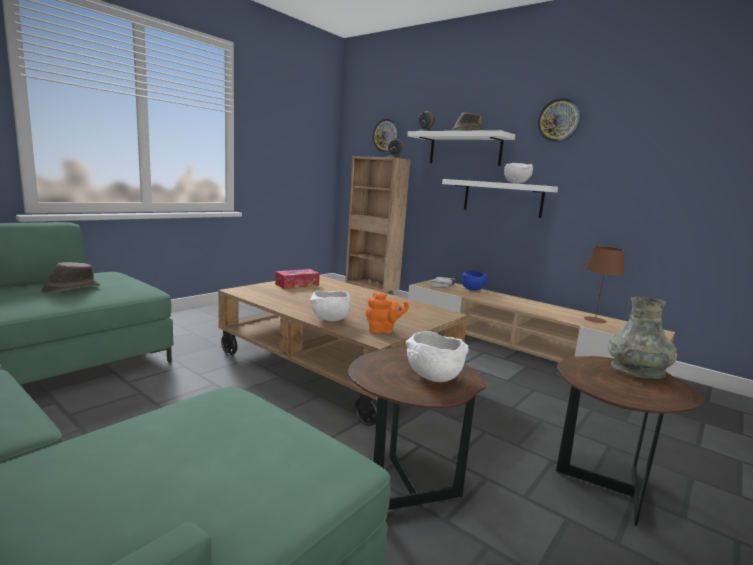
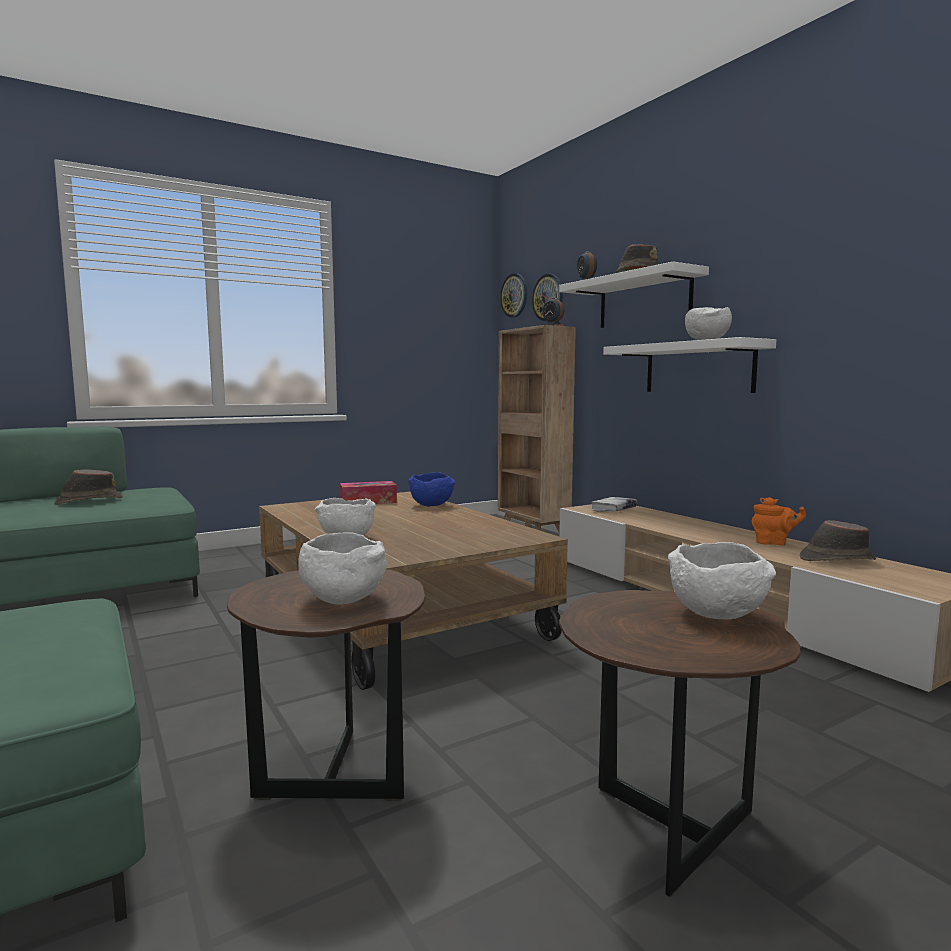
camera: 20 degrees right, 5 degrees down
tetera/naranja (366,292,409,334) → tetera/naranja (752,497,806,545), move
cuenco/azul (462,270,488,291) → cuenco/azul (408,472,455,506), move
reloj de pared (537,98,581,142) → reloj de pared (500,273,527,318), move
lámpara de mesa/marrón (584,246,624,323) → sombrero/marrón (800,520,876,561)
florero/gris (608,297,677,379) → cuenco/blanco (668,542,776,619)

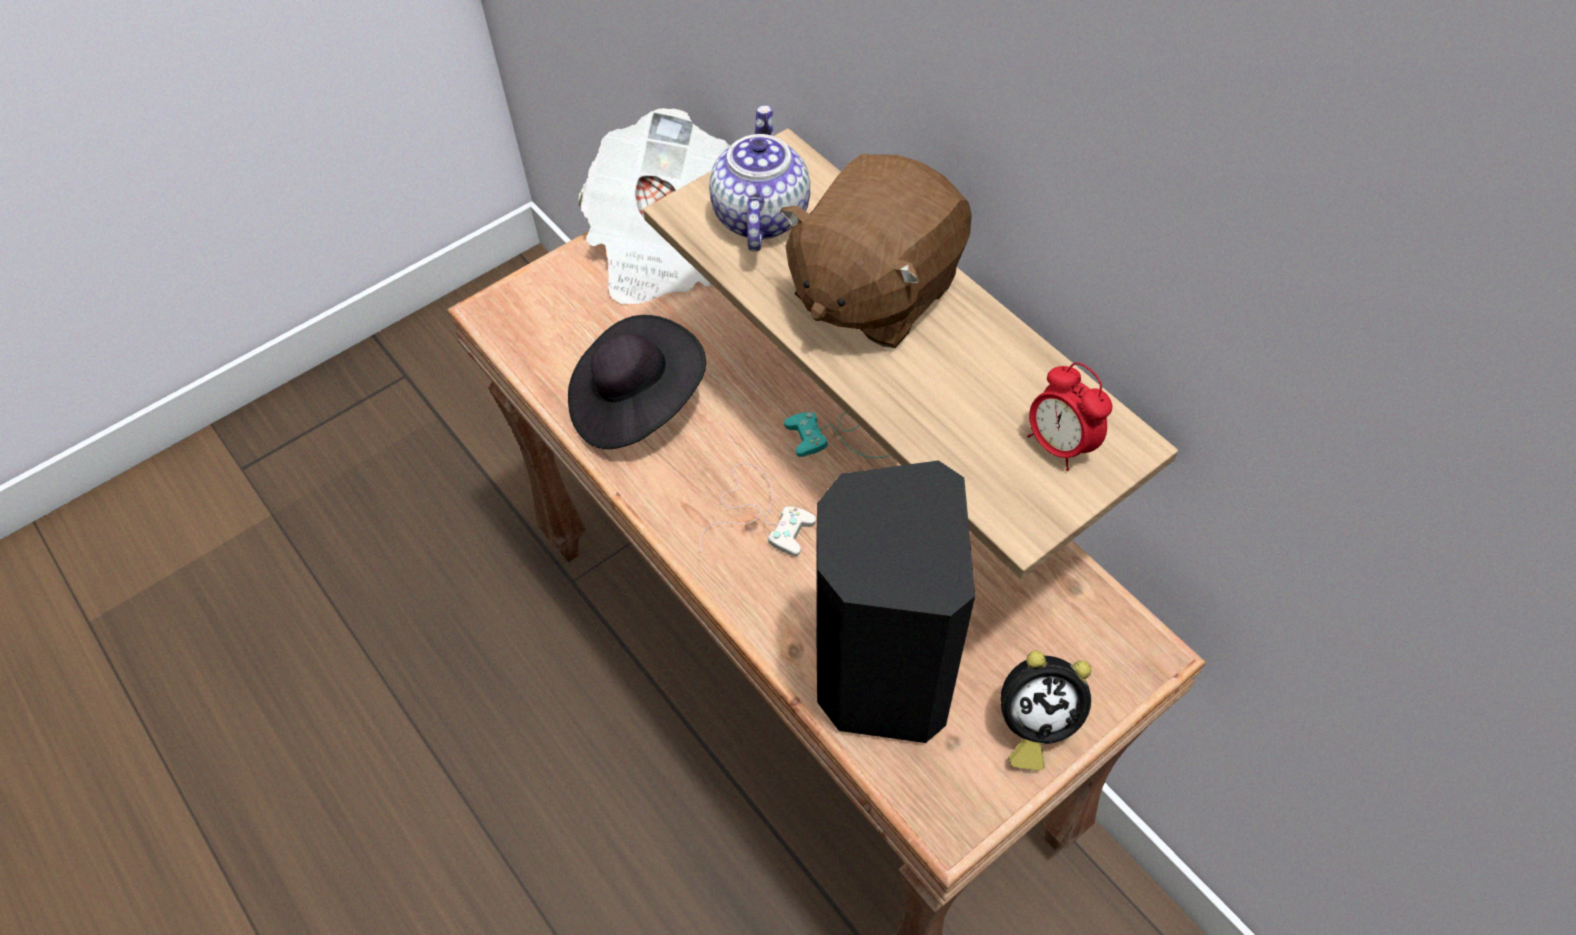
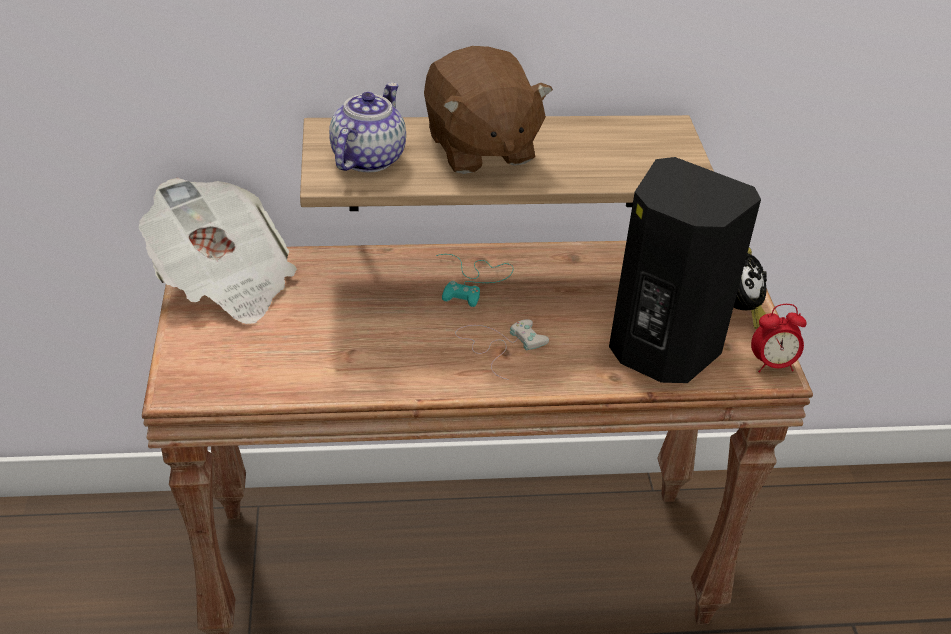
camera: 60 degrees left, 15 degrees down
sombrero/negro (568,315,706,449) → -
tetera (709,105,810,251) → tetera (329,82,406,172), 75 degrees clockwise
despertador (1027,362,1112,471) → despertador (751,304,807,373), move

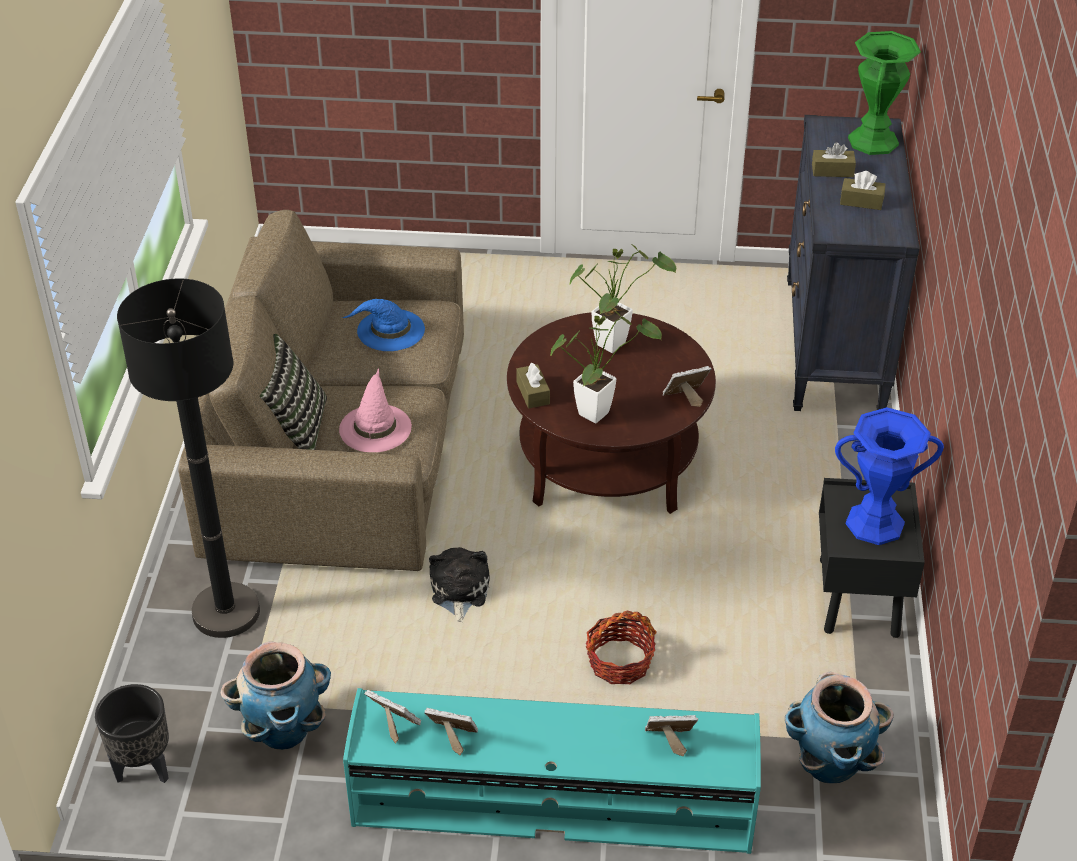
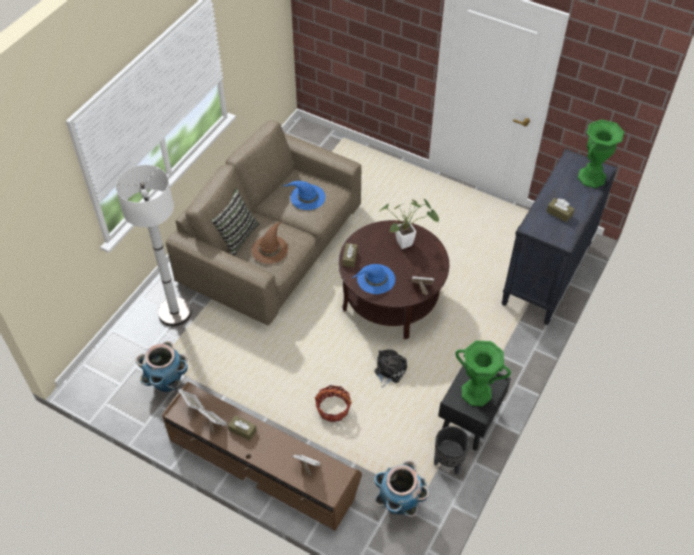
camera: 25 degrees right, 10 degrees up
maceta/negro (95,684,169,783) → maceta/negro (434,426,470,475), move
lámpara de pie/negro (117,278,260,638) → lámpara de pie/blanco (116,165,191,326)
sombrero/rosa (339,368,412,452) → sombrero/marrón (251,220,288,264)
mueble de televisión/turquesa (343,688,761,854) → mueble de televisión/marrón (162,382,362,531)
peluche (429,547,490,622) → peluche (375,349,407,388), move
planta en maceta (550,310,662,423) → sombrero/azul (351,264,395,294)
caja de pañuelos/marrón (812,142,856,177) → caja de pañuelos/marrón (228,415,257,441), move
florero/azul (835,407,944,545) → florero/verde (455,341,511,406)

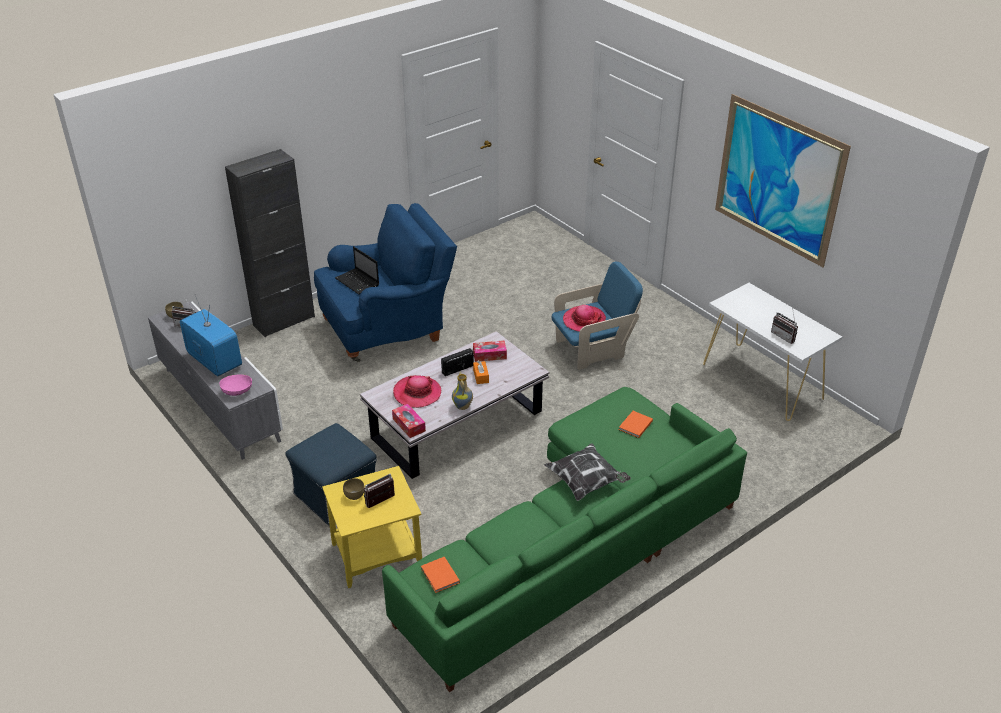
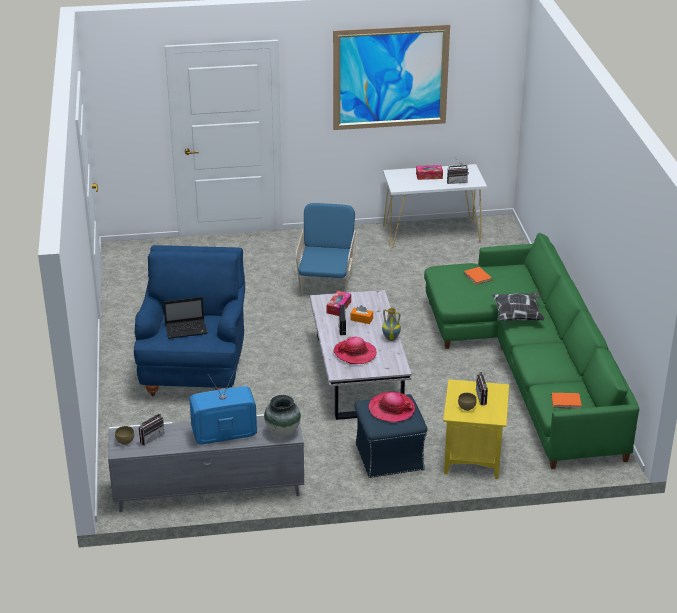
camera: 60 degrees left, 5 degrees down
cuenco/rosa (219,374,252,396) → florero (264,395,301,437)
armario/negro (225,149,315,337) → -
caja de pañuelos (392,404,426,438) → caja de pañuelos (416,165,443,180), move
sombrero (563,305,606,332) → sombrero (369,392,415,423), move

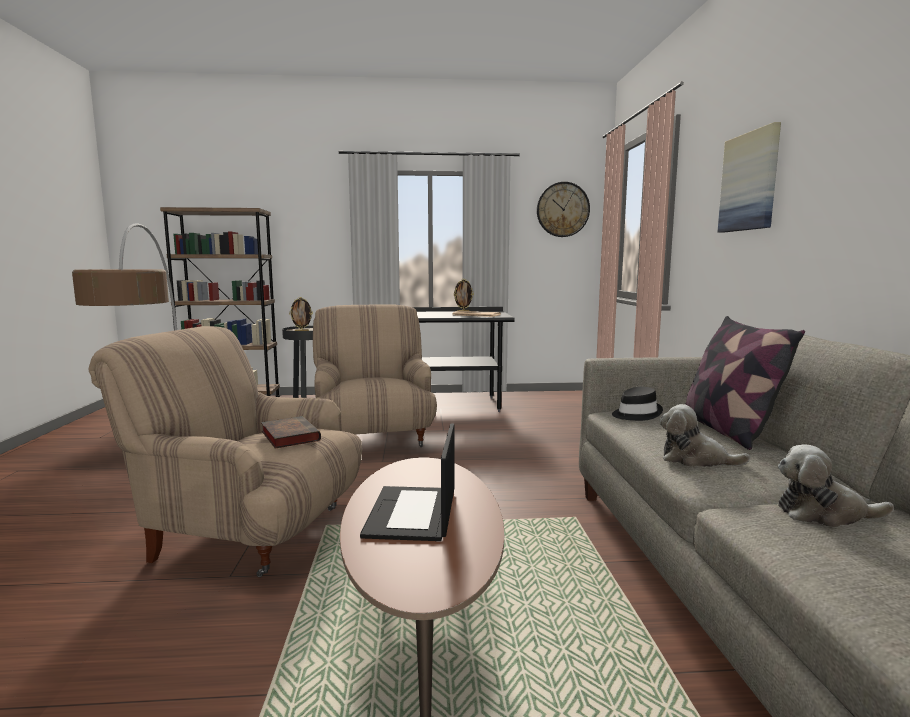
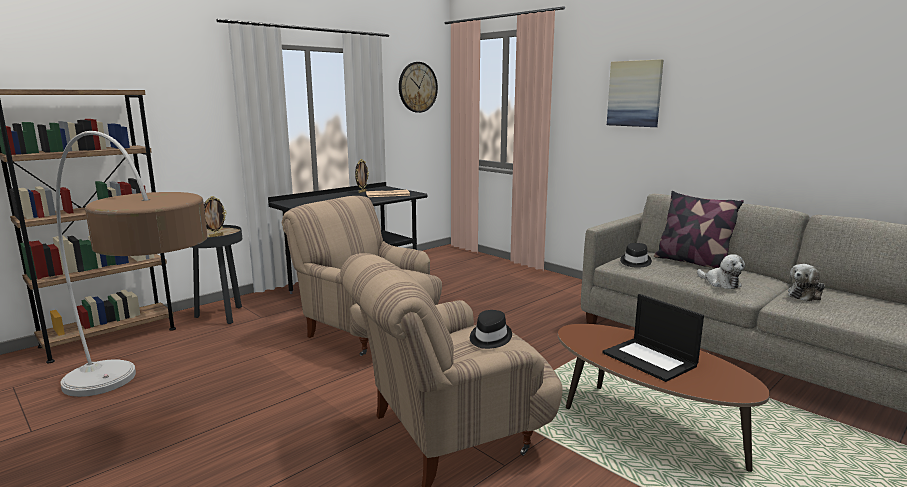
camera: 40 degrees left, 5 degrees up
libro (261,416,321,449) → sombrero/negro (470,310,512,349)
peluche (660,404,751,467) → peluche (697,254,745,289), 105 degrees counterclockwise

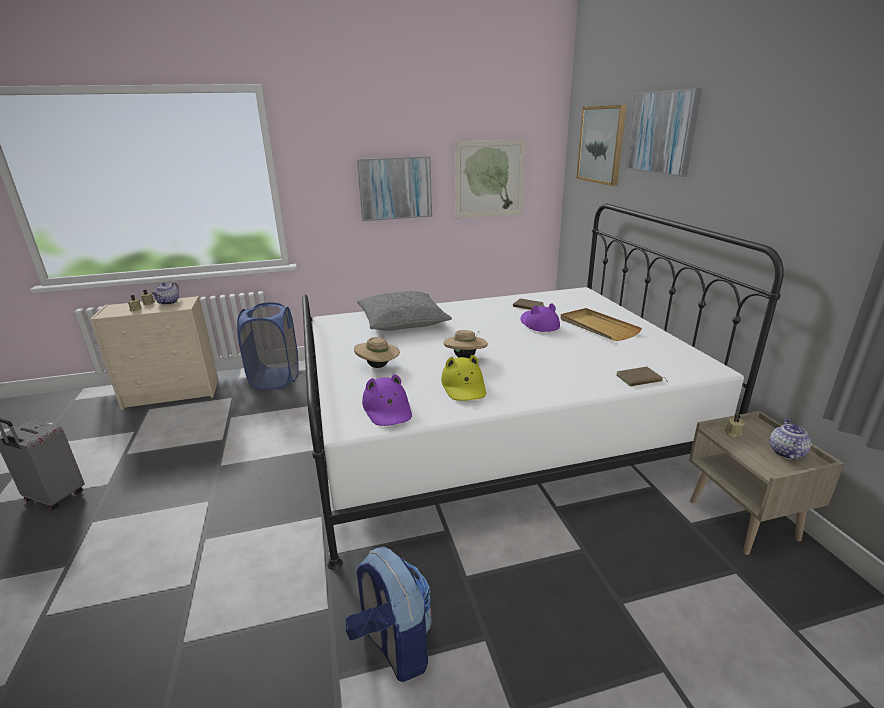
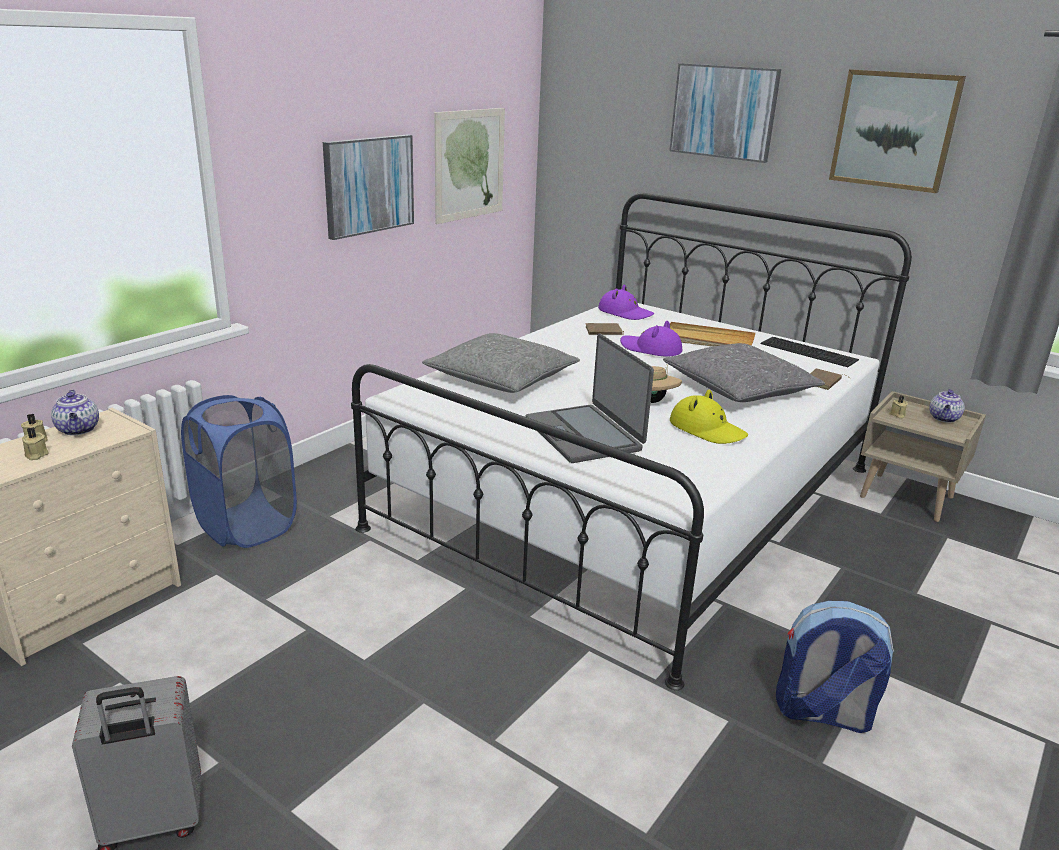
camera: 40 degrees left, 0 degrees up
sombrero/beis (354,337,400,368) → portátil (525,334,654,463)
sombrero/morado (362,374,412,426) → sombrero/morado (598,285,654,320), move
cuadro (576,105,627,186) → cuadro (829,69,966,193), move
tetera (770,418,811,460) → tetera (929,389,965,423), 135 degrees counterclockwise
- → cojín/gris (663,343,825,402)
- → teclado (761,337,859,367)

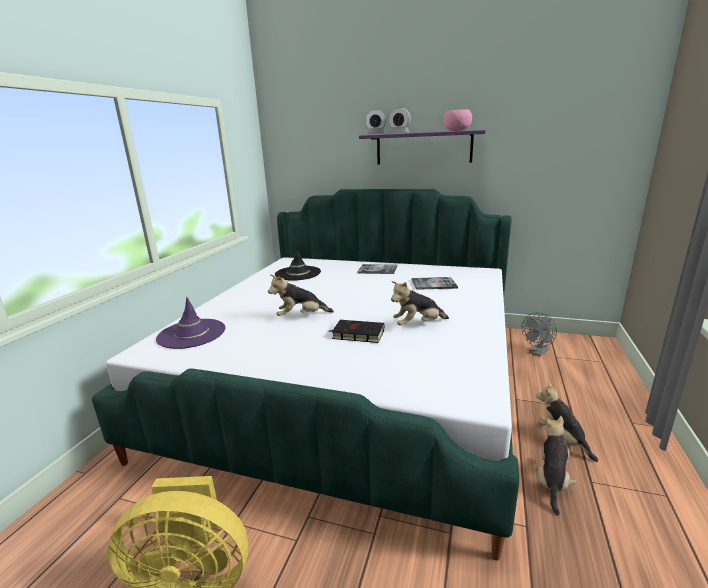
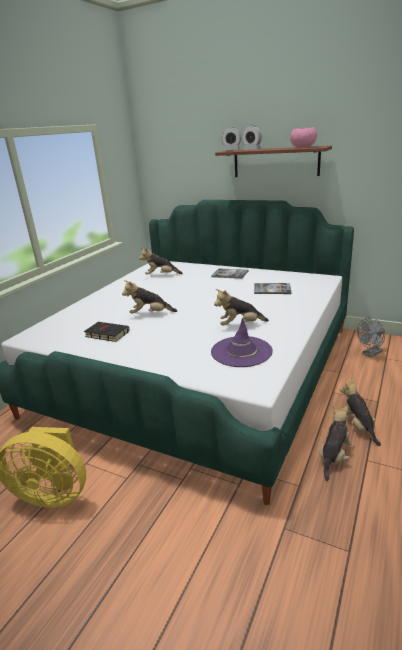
camera: 10 degrees right, 5 degrees up
sombrero/morado (156,297,225,349) → sombrero/morado (211,318,273,367), move
sombrero/negro (275,247,321,281) → peluche (139,248,183,275)
libro/negro (328,320,384,343) → libro/negro (84,322,129,342), move
estante/morado (359,130,486,165) → estante/marrón (215,146,332,177)

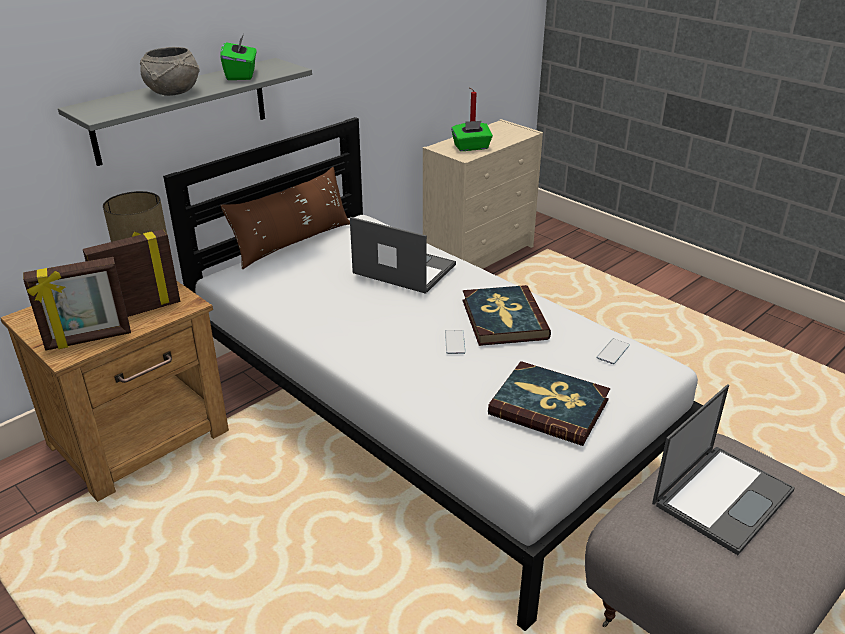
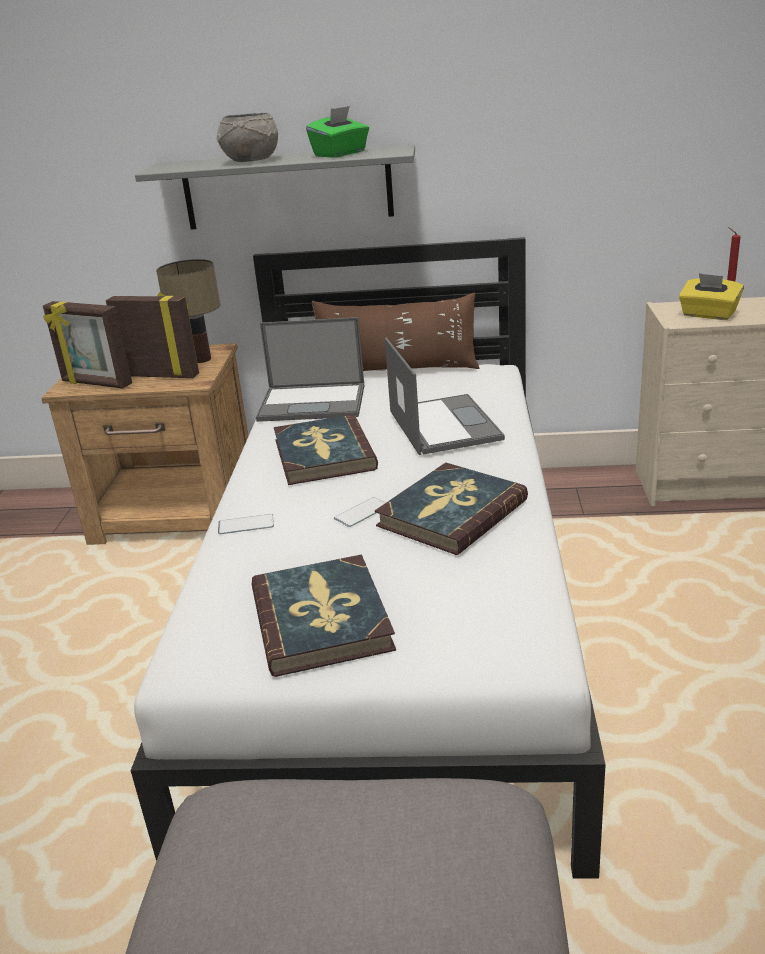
camera: 50 degrees right, 5 degrees down
caja de pañuelos/verde (451,121,493,151) → caja de pañuelos/amarillo (679,273,744,320)
móvil (597,338,630,364) → móvil (218,514,274,534), move
portátil (652,384,795,555) → portátil (256,317,364,422), move
- → libro (274,415,378,485)

